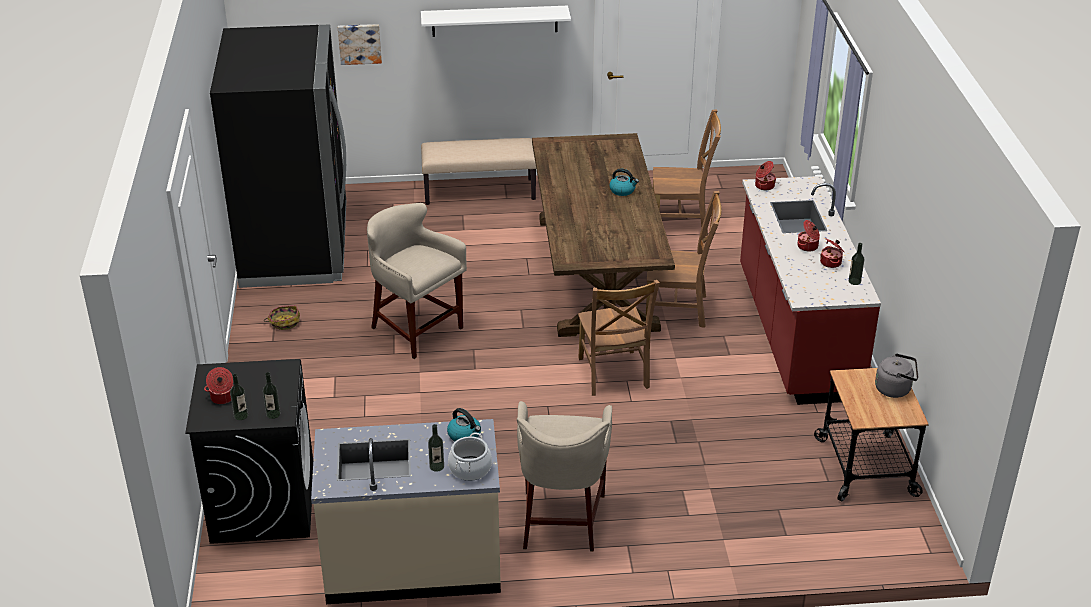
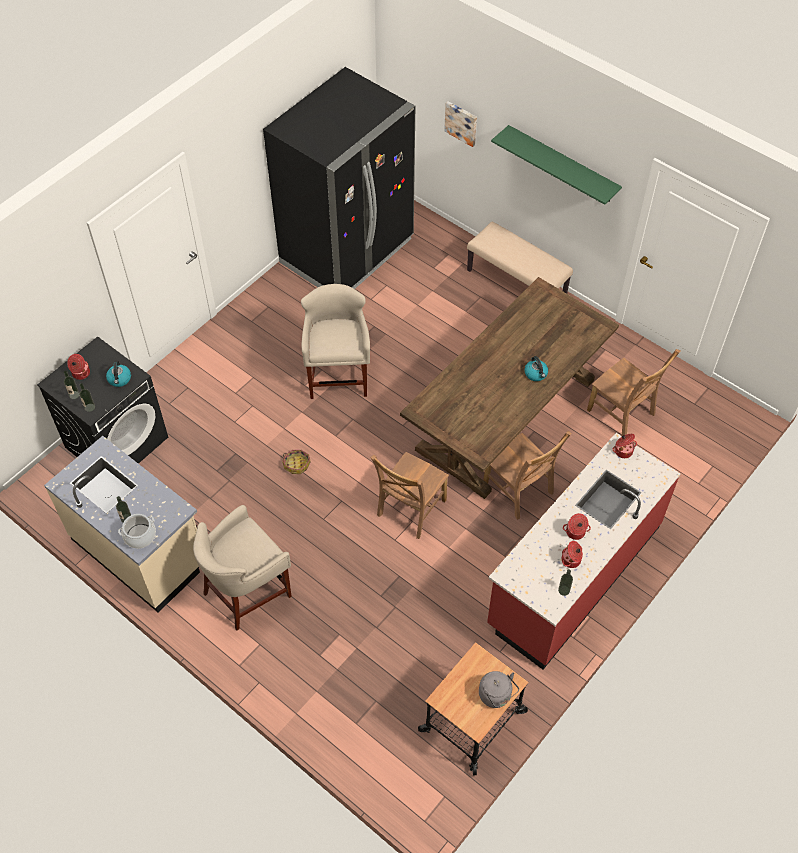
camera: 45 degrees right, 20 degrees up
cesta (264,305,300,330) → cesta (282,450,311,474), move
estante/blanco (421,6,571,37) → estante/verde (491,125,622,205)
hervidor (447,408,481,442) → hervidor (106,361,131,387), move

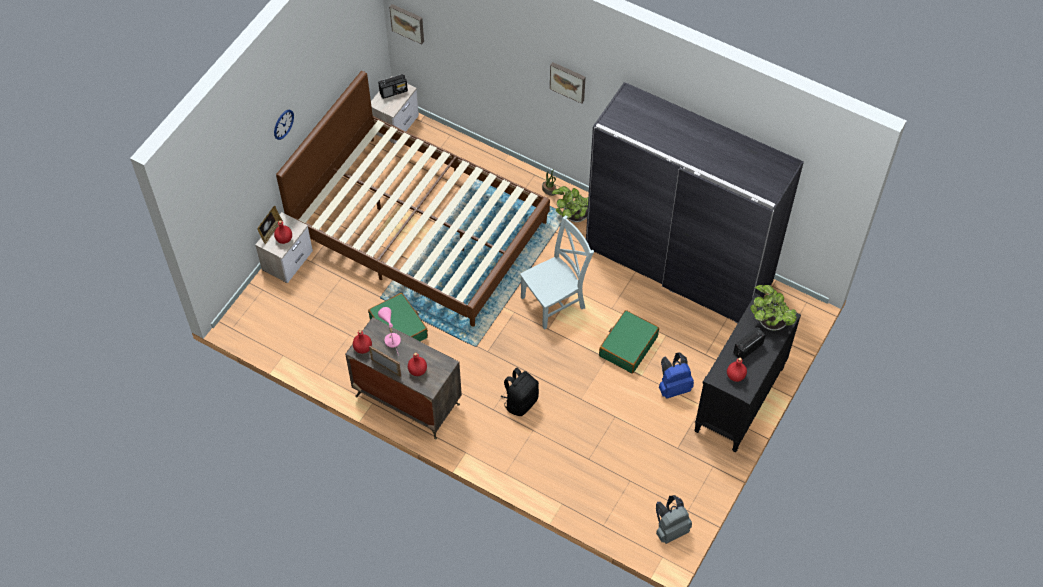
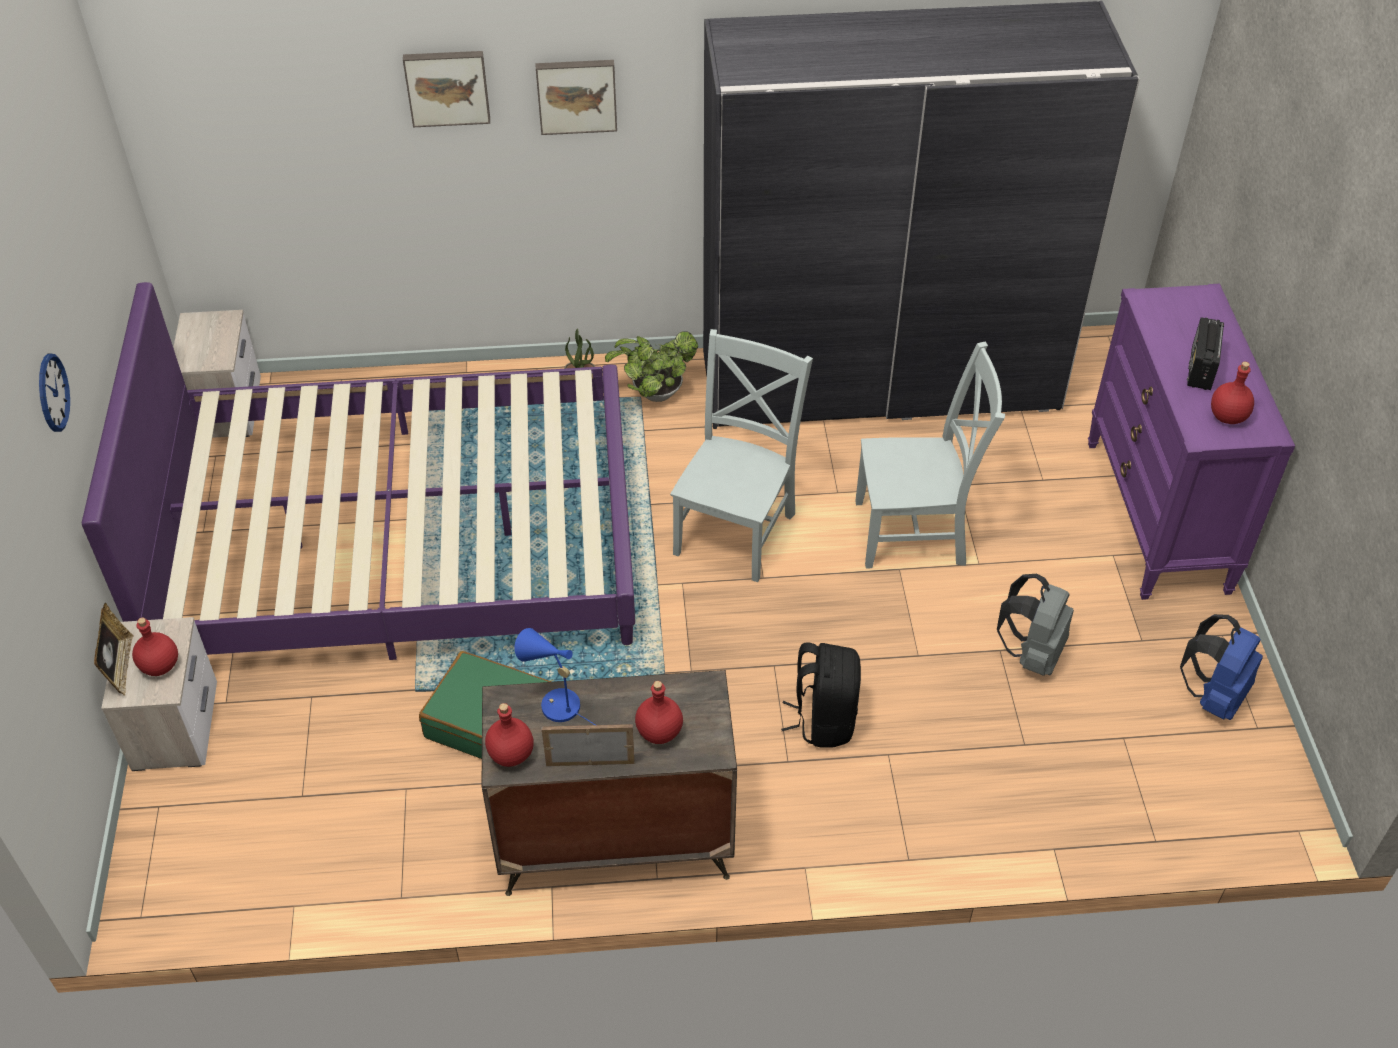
camera: 35 degrees left, 10 degrees down
cama/marrón (276,71,550,326) → cama/morado (82,282,635,660)
radio (378,74,408,99) → -
lámpara de mesa/rosa (378,307,401,353) → lámpara de mesa/azul (514,628,596,725)
cuadro (389,4,424,44) → cuadro (403,51,490,127), move
maleta/verde (599,310,659,373) → silla/gris (855,342,1005,569)
mochila/gris (656,495,692,544) → mochila/gris (997,574,1074,676), move
mochila/azul (659,353,694,399) → mochila/azul (1180,614,1263,720), move
cómoda/negro (695,293,801,453) → cómoda/morado (1088,284,1295,600)
planta en maceta (750,285,797,331) → -

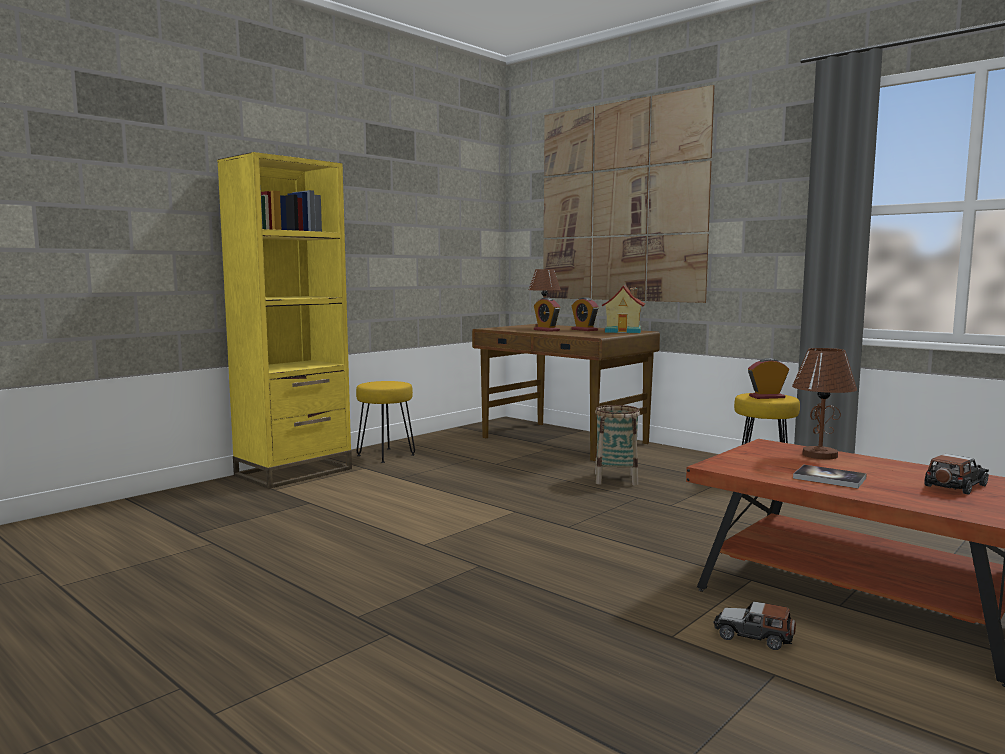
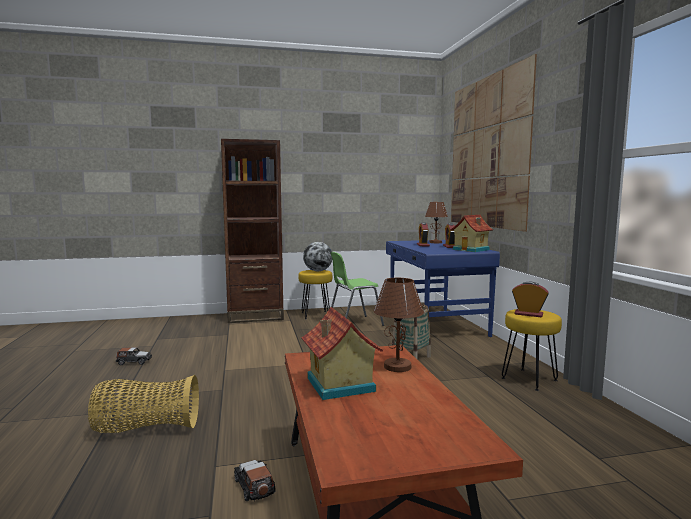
camera: 35 degrees right, 0 degrees up
estantería/amarillo (217,152,352,489) → estantería/marrón (221,139,284,323)
escritorio/marrón (472,324,660,461) → escritorio/azul (386,240,500,337)
libro (793,465,867,488) → casita (301,307,383,400)
coche de juguete (924,454,989,495) → coche de juguete (116,347,152,365), move
- → cesta (88,375,199,433)
- → globo terráqueo (303,242,332,271)
- → silla/verde (331,252,384,326)

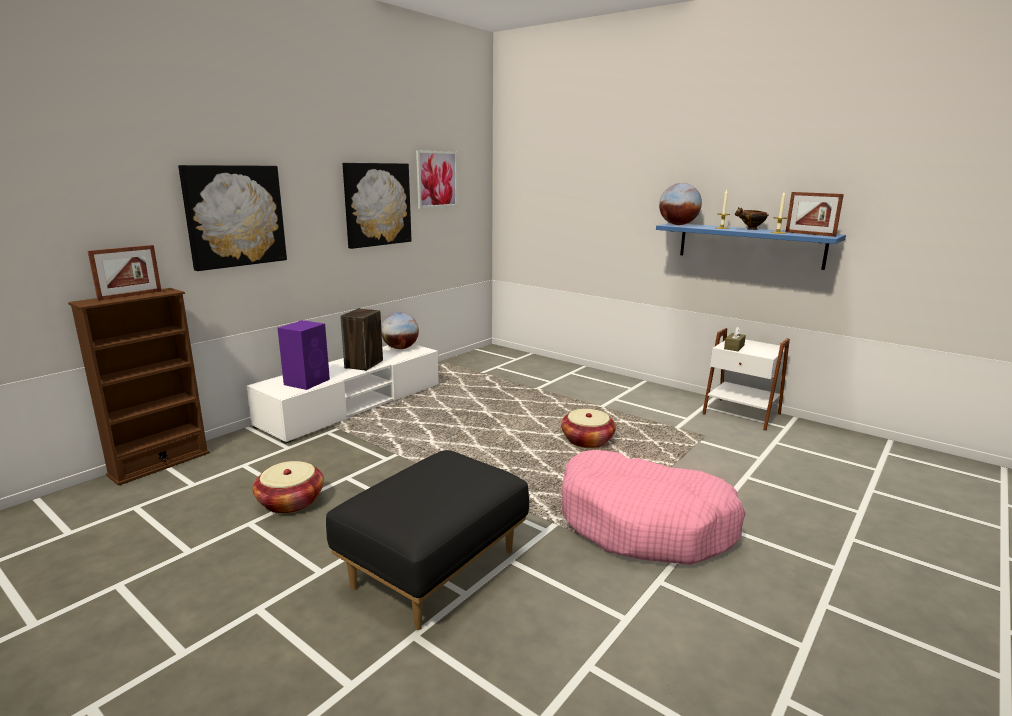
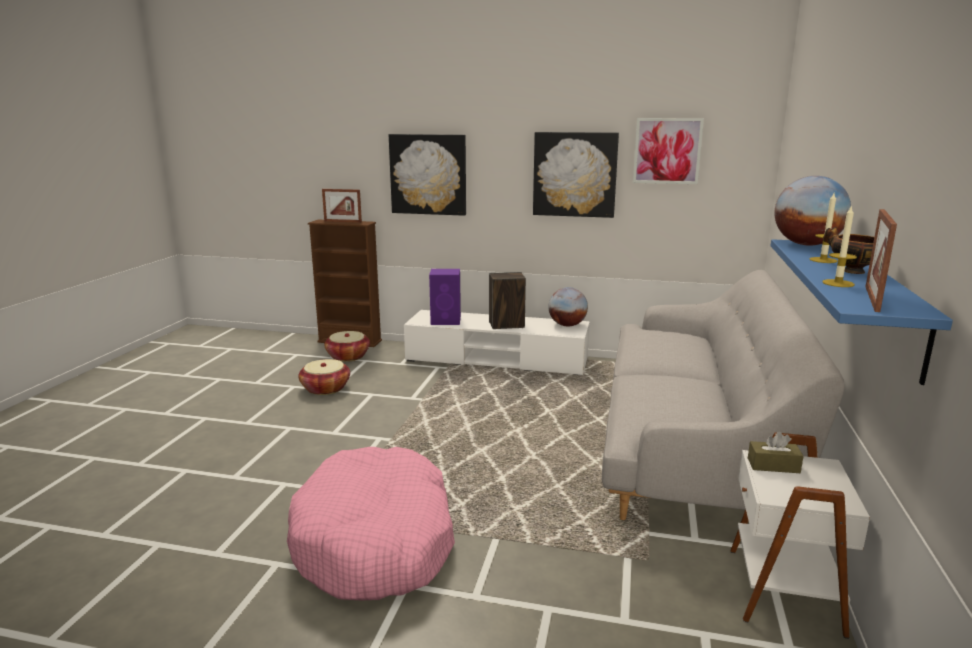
camera: 65 degrees right, 0 degrees up
puf/negro (326,450,529,630) → -
cesta (561,409,616,448) → cesta (324,331,370,362), move
- → sofá/gris (602,270,845,520)

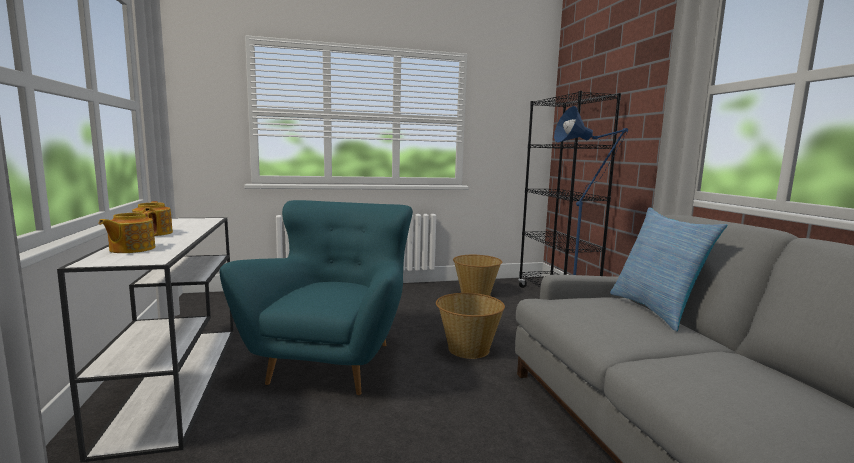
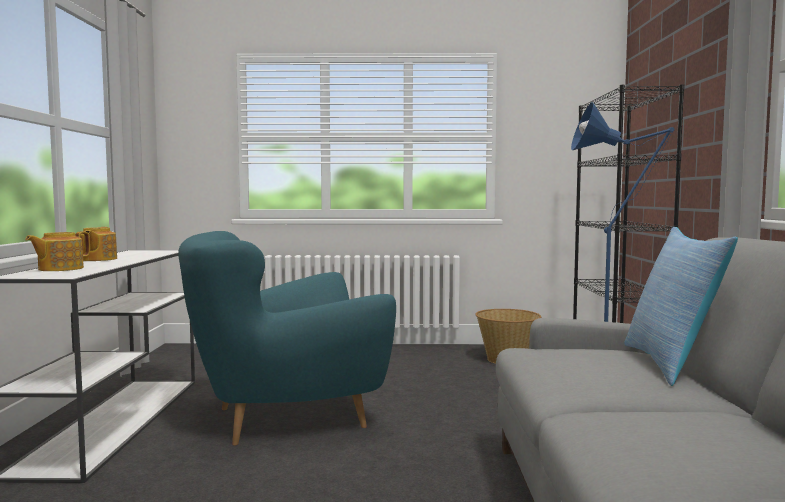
camera: 15 degrees right, 5 degrees down
sillón/turquesa (220,200,413,395) → sillón/turquesa (178,231,396,446), 135 degrees counterclockwise
cesta (436,293,505,359) → -

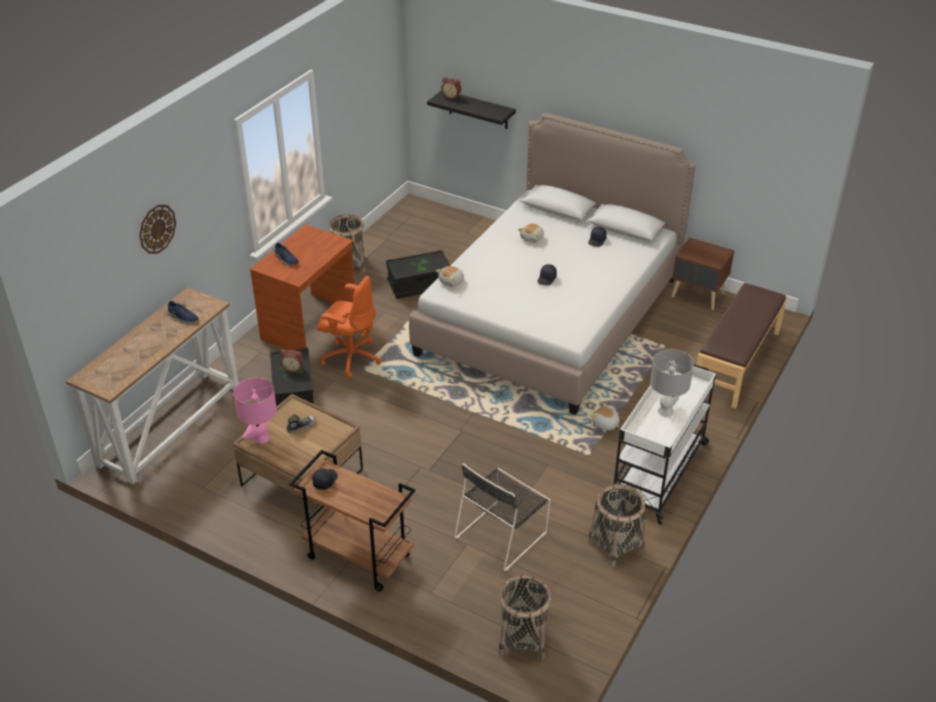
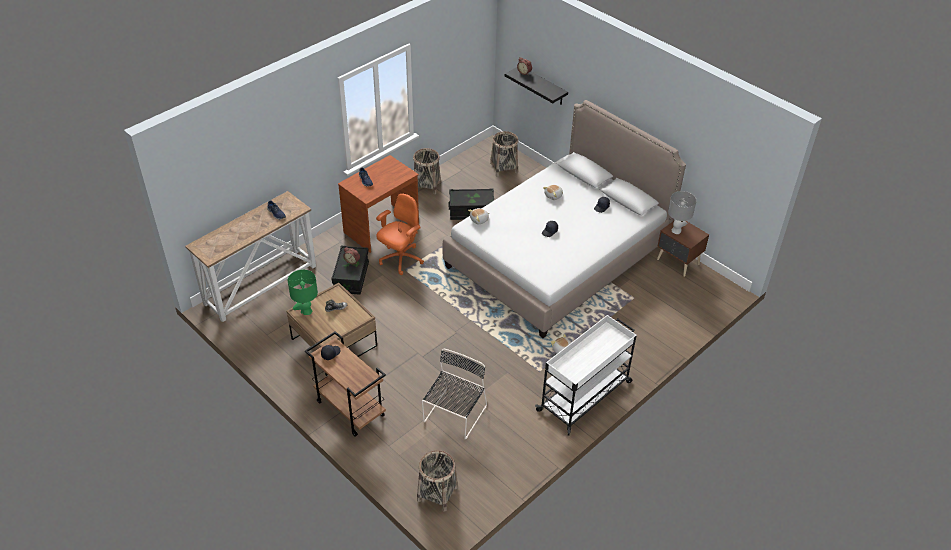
camera: 15 degrees right, 5 degrees up
reloj de pared (139,205,176,254) → -
lámpara de mesa/rosa (234,378,277,444) → lámpara de mesa/verde (288,270,318,315)
silla de oficina/naranja (317,276,381,379) → silla de oficina/naranja (376,194,424,275), 90 degrees counterclockwise
silla/negro (454,463,550,571) → silla/negro (422,349,487,440), 150 degrees clockwise
cesta (588,484,646,567) → cesta (490,131,518,177), move
lámpara de mesa/gris (650,349,694,417) → lámpara de mesa/gris (668,191,697,234), move
banco/marrón (696,283,787,409) → -

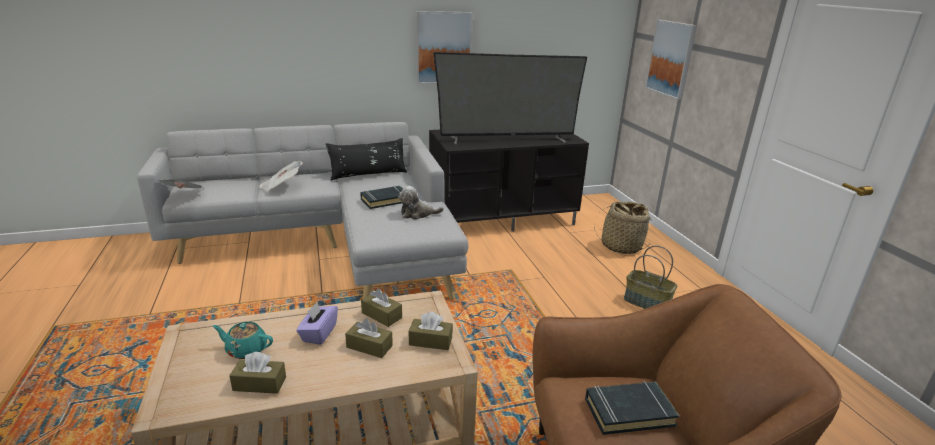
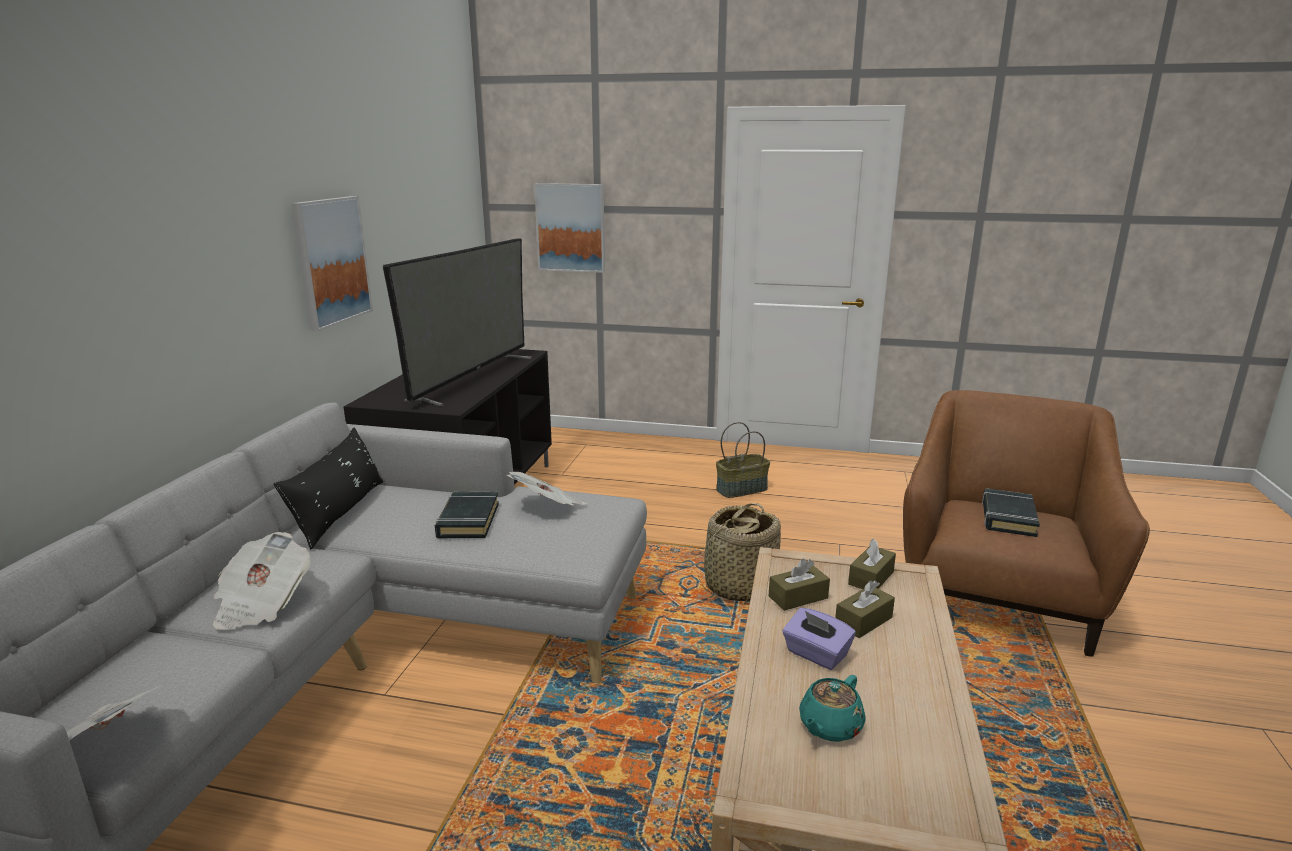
camera: 60 degrees left, 5 degrees down
caja de pañuelos/marrón (229,352,286,394) → -
peluche (398,186,444,220) → periódico (506,472,587,506)
cesta (594,202,651,254) → cesta (698,503,781,601), move

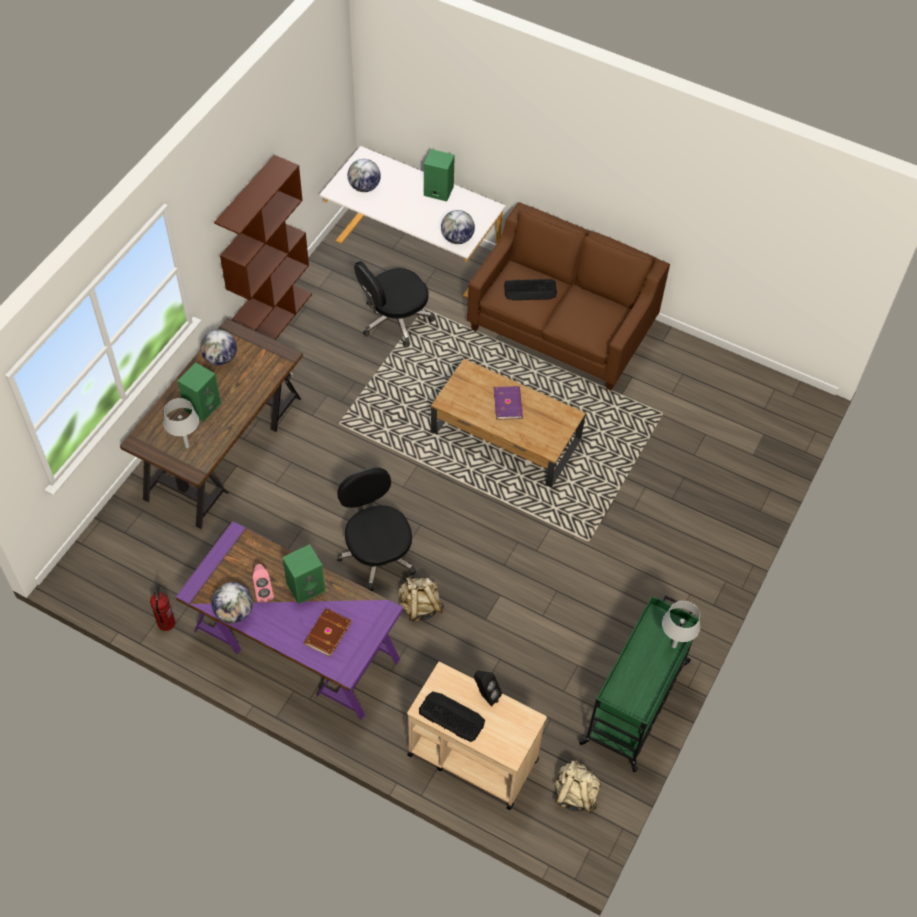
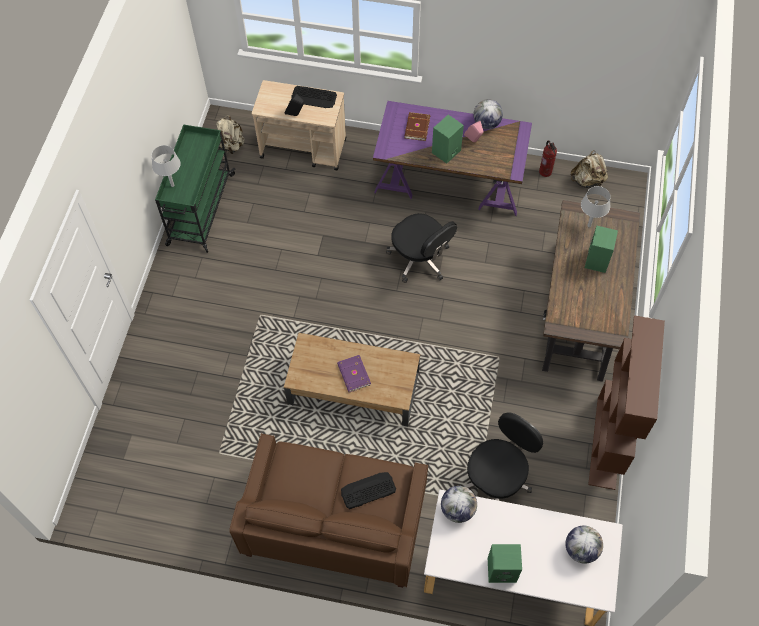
camera: 165 degrees right, 5 degrees up
globo terráqueo (200,329,237,366) → -
mochila/beis (398,576,444,622) → mochila/beis (571,150,608,188), move

